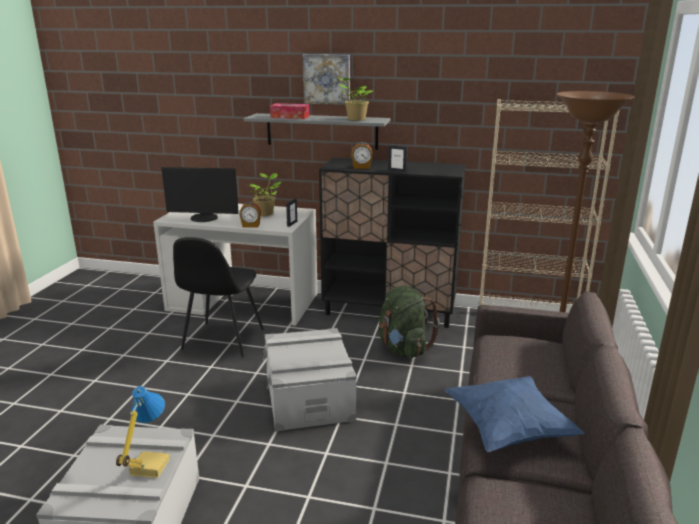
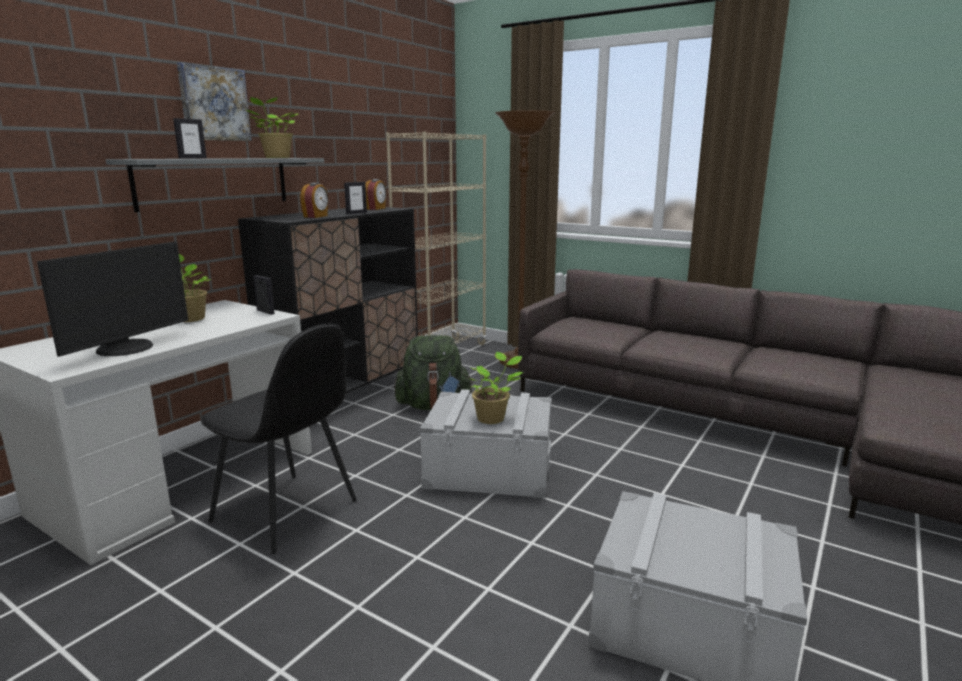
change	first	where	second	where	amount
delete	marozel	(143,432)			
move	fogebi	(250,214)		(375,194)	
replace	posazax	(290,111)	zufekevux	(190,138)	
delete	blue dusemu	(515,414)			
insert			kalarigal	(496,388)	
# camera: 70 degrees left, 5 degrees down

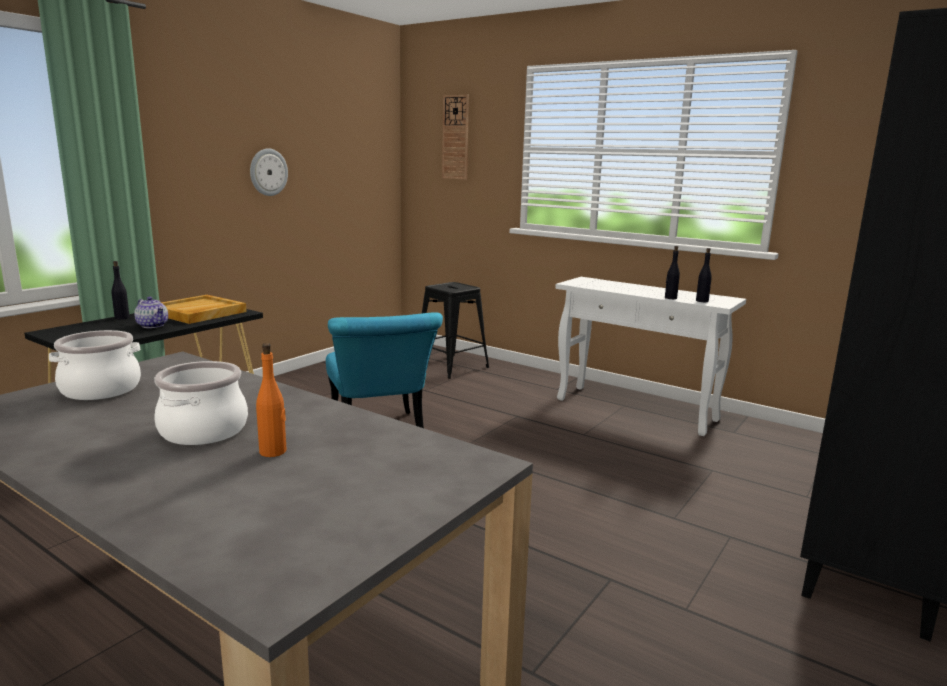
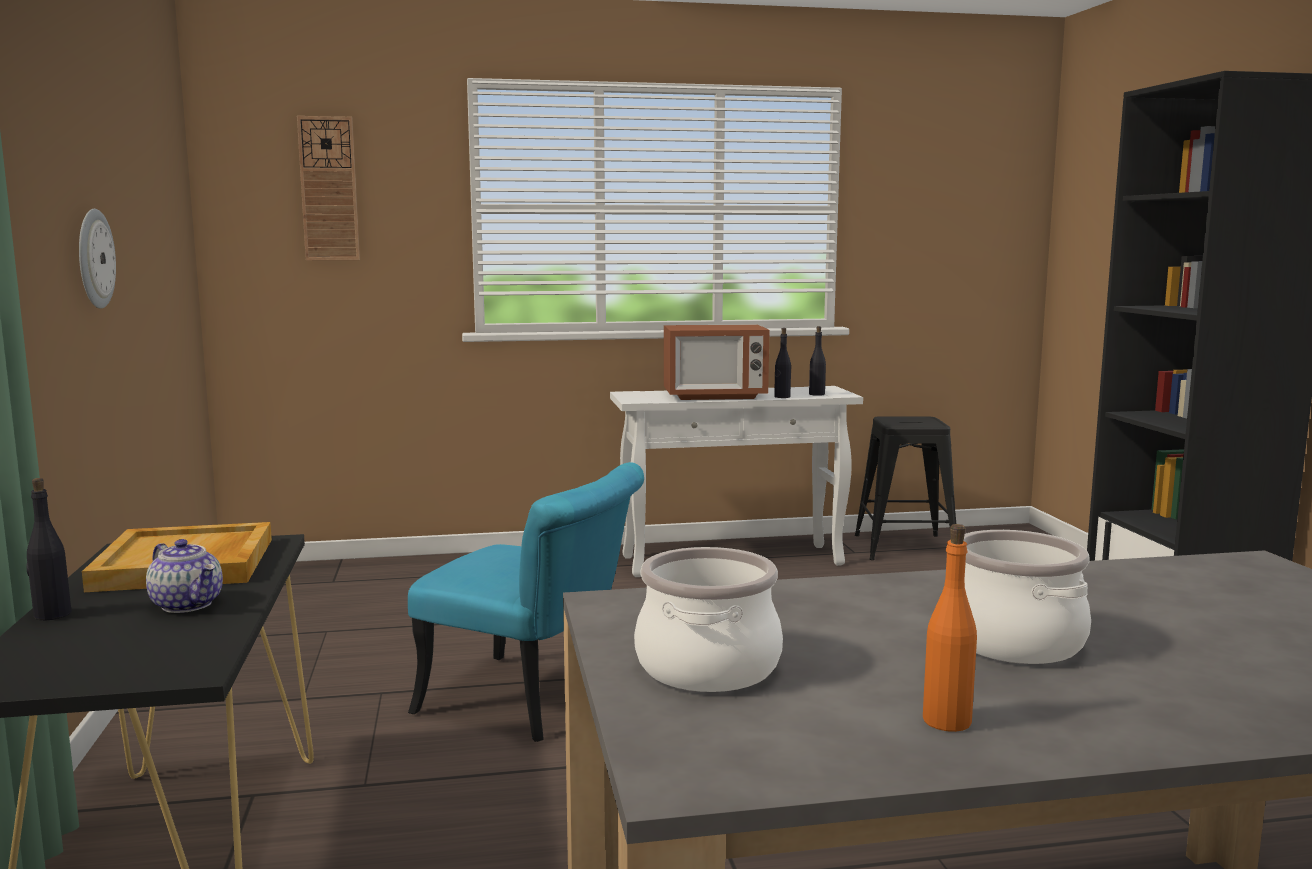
change	first	where	second	where	amount
rotate	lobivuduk	(151,312)		(184,576)	45 degrees clockwise
move	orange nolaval	(271,400)		(950,628)	
move	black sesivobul	(455,330)		(905,488)	
insert			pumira	(717,362)	
# camera: 45 degrees left, 5 degrees down

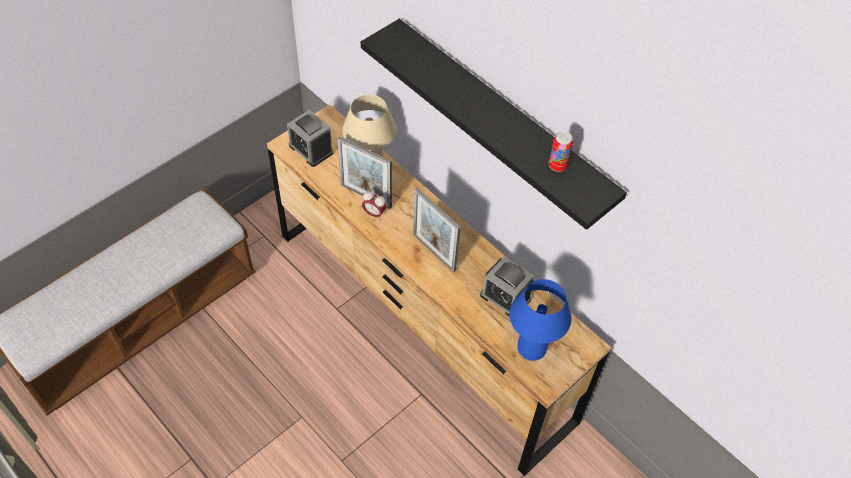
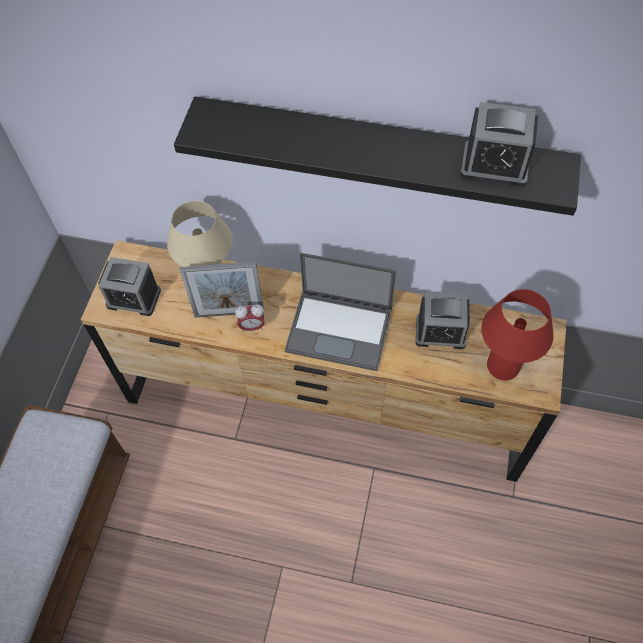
change	first	where	second	where	amount
replace	zufekevux	(437,230)	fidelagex	(340,312)	
recolor	blue marozel	(540,320)	red marozel	(517,334)	
replace	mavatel	(561,151)	fogebi	(499,144)	
# camera: 30 degrees left, 5 degrees up

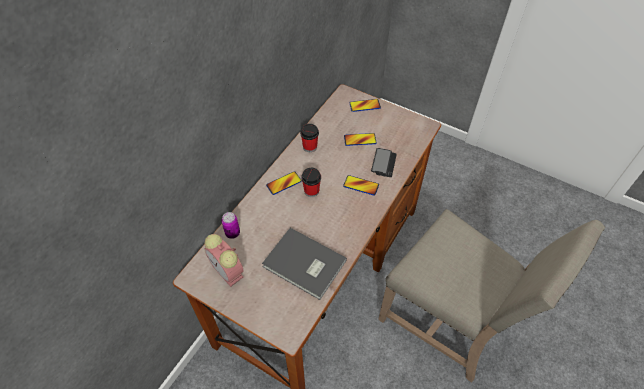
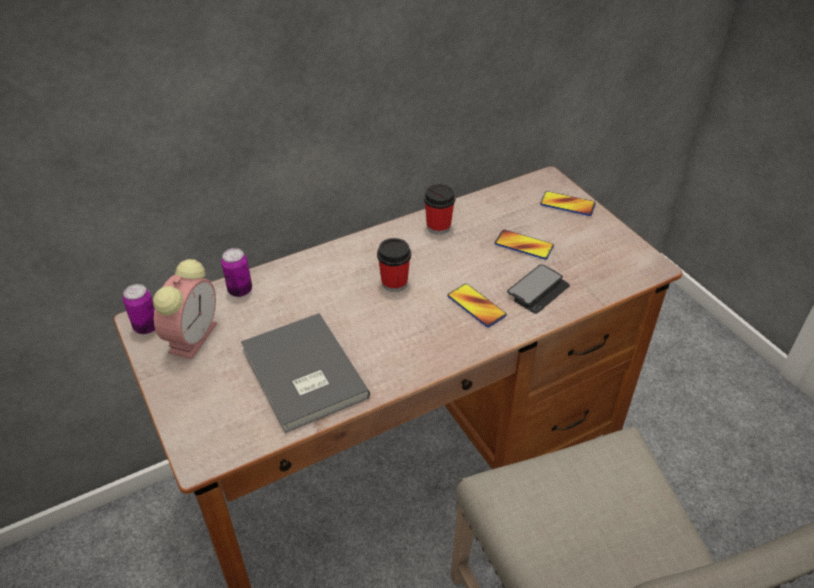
change	first	where	second	where	amount
rotate	fogebi	(224,260)		(185,309)	150 degrees counterclockwise
delete	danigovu	(284,183)			
insert			mavatel	(139,309)	
# camera: 30 degrees right, 10 degrees down

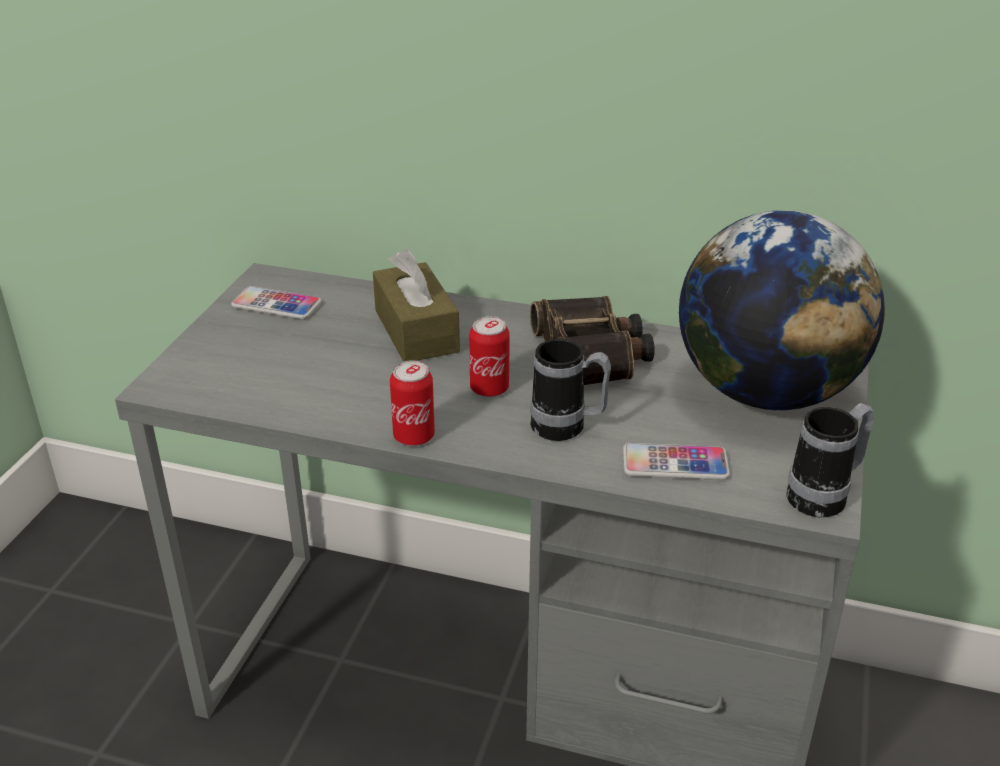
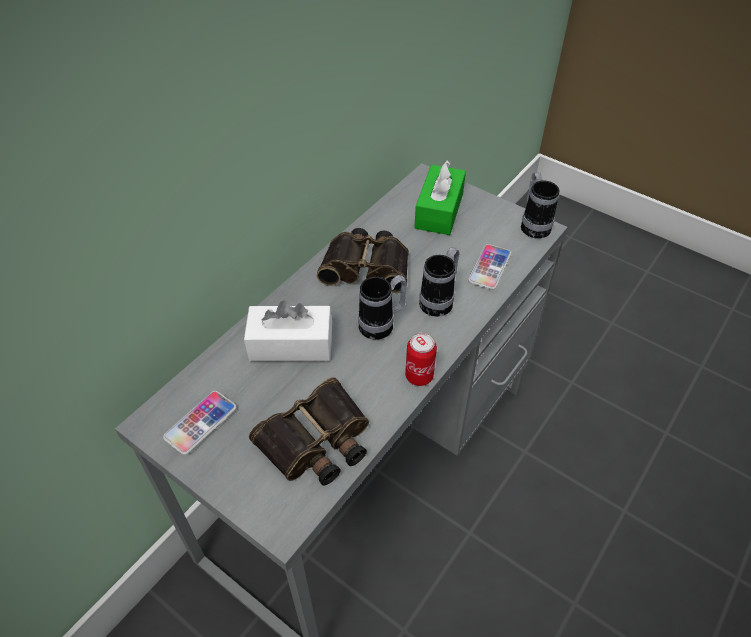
change	first	where	second	where	amount
recolor	brown posazax	(416,305)	white posazax	(288,331)	
replace	mavatel	(489,356)	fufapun	(382,307)	
replace	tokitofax	(782,310)	green posazax	(440,197)	
insert			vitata	(309,431)	
# camera: 70 degrees left, 15 degrees up

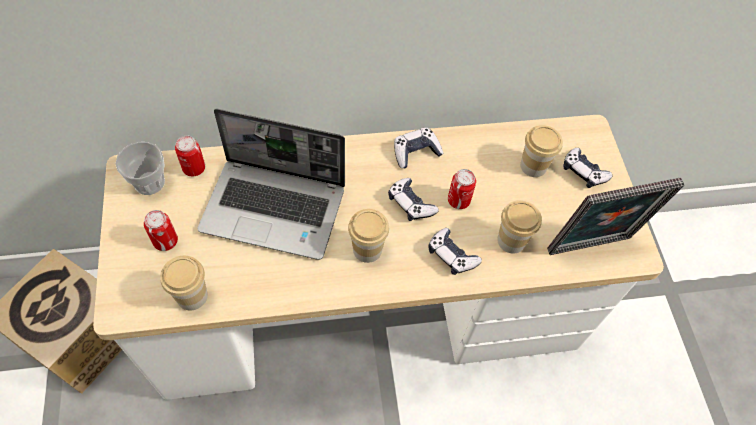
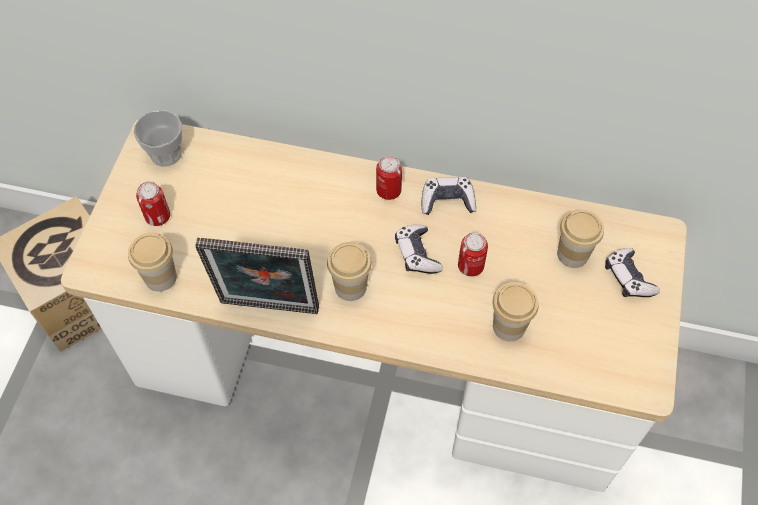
change	first	where	second	where	amount
move	mavatel	(190,155)		(389,177)	
delete	fidelagex	(271,184)			
delete	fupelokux	(455,251)			
move	zufekevux	(615,216)		(257,276)	
# camera: 25 degrees right, 0 degrees up

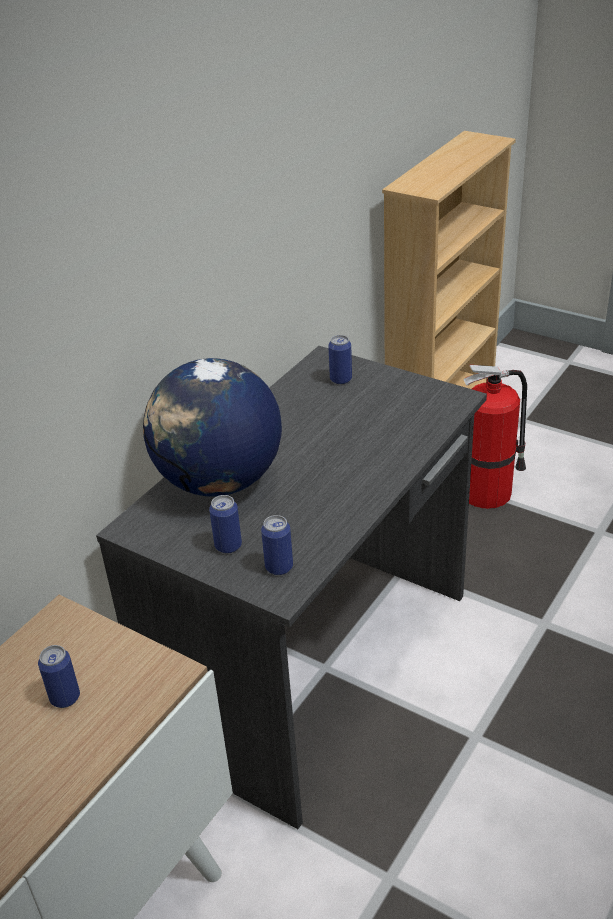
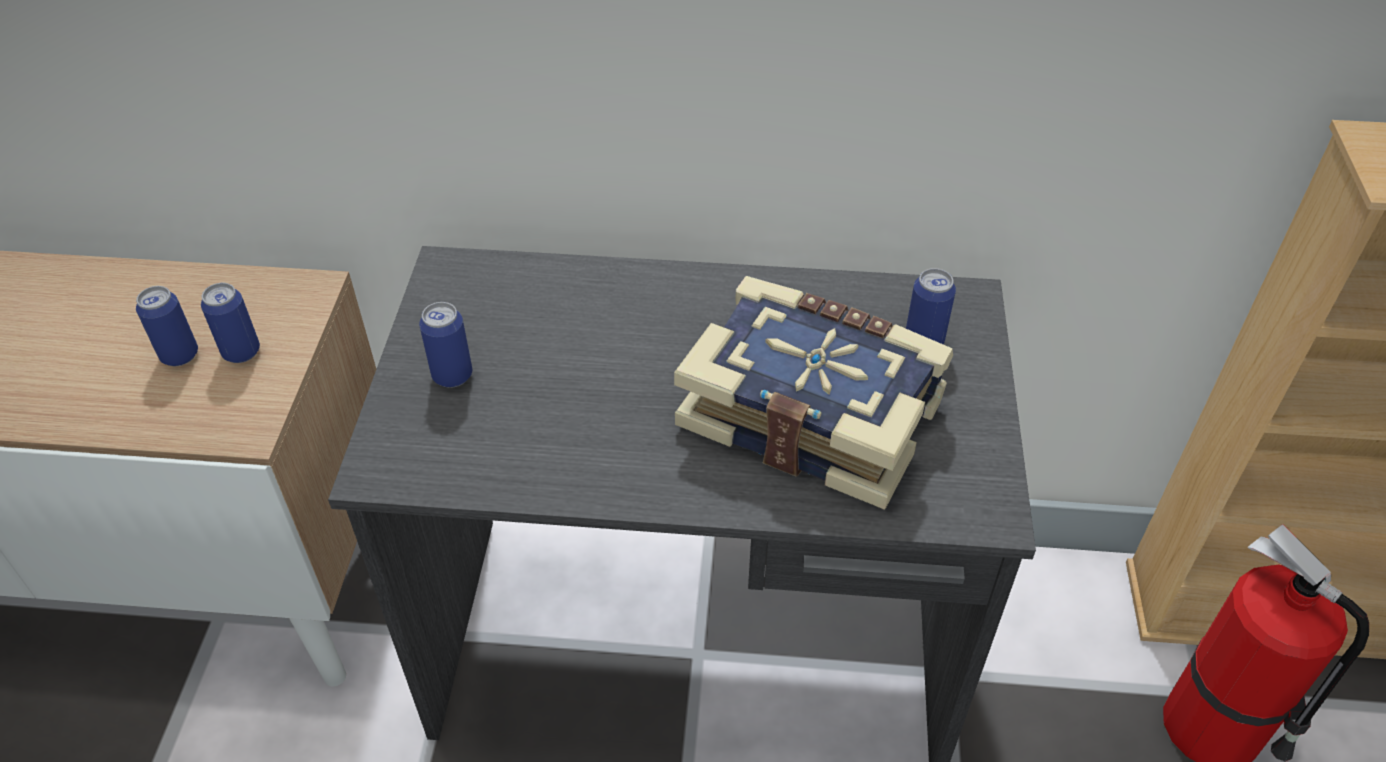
change	first	where	second	where	amount
delete	tokitofax	(212,427)			
move	mavatel	(277,545)		(230,323)	
insert			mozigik	(813,393)	
# camera: 60 degrees right, 10 degrees up

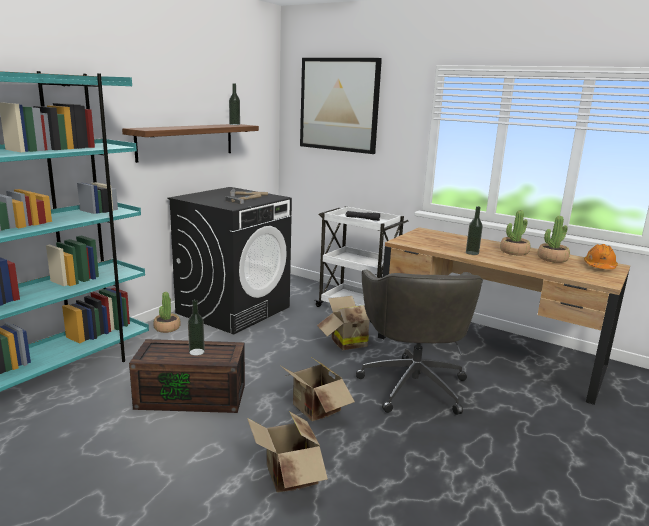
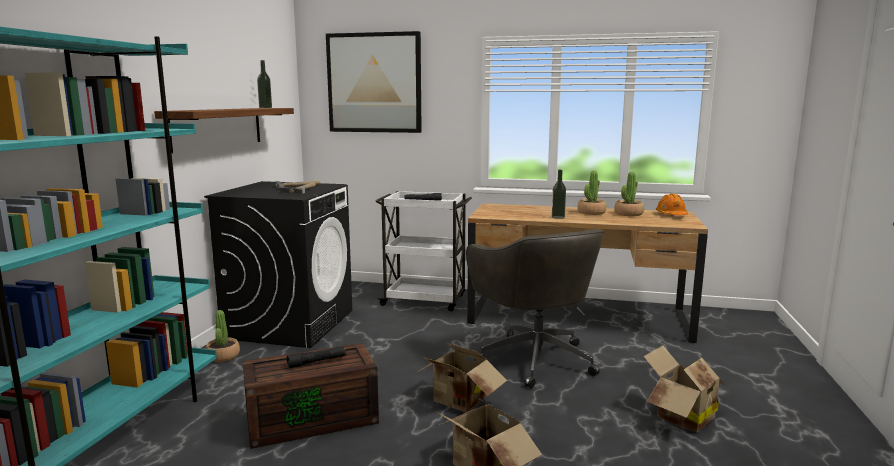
change	first	where	second	where	amount
replace	nolaval	(196,328)	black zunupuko	(316,357)	
move	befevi	(343,323)		(685,388)	
# camera: 20 degrees left, 5 degrees down

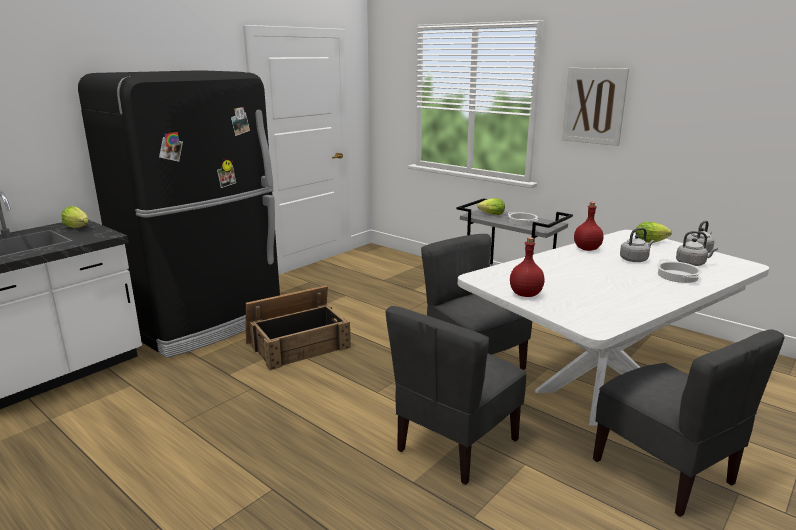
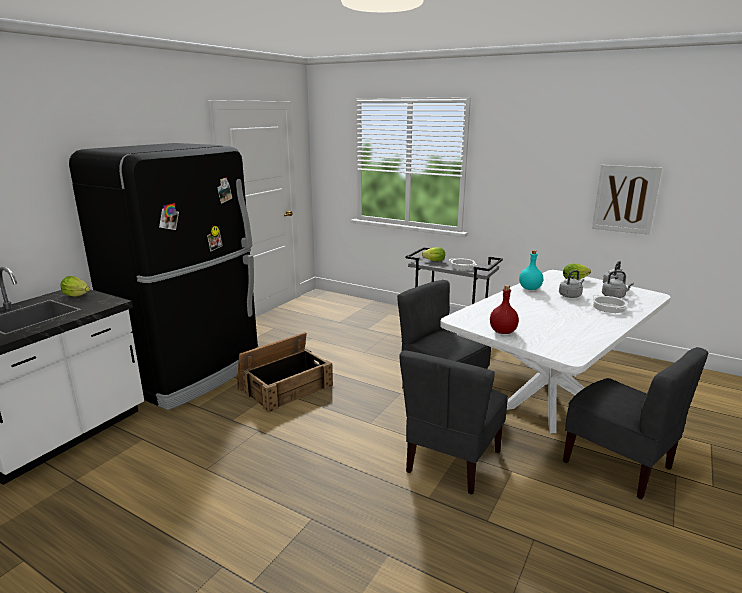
change	first	where	second	where	amount
move	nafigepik	(595,107)		(627,200)	
recolor	red nolaval	(589,226)	turquoise nolaval	(531,270)	
# camera: 10 degrees left, 0 degrees up

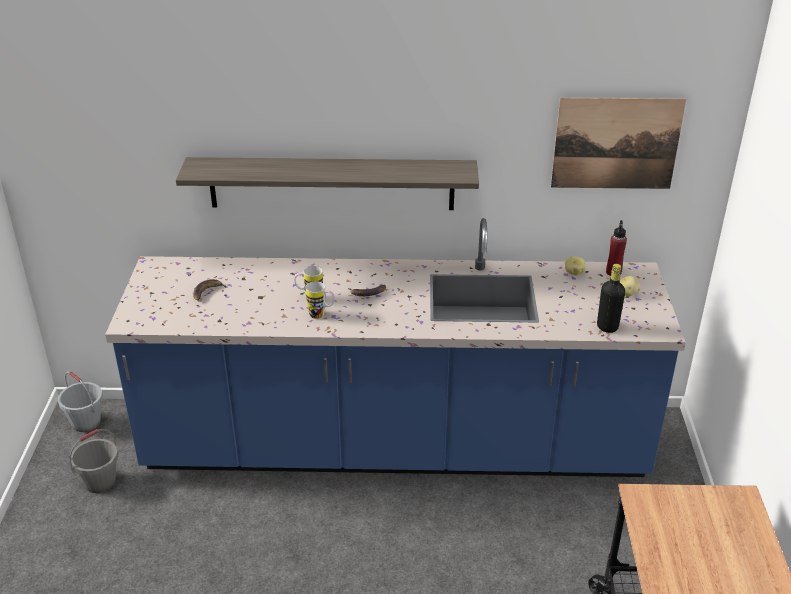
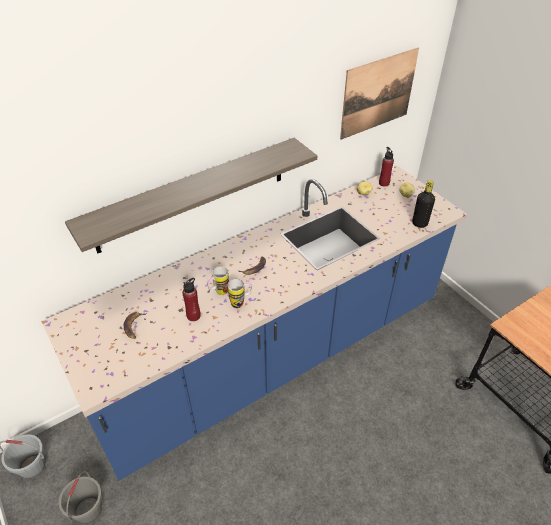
change	first	where	second	where	amount
insert			red nolaval	(191,299)	
# camera: 35 degrees left, 10 degrees up

